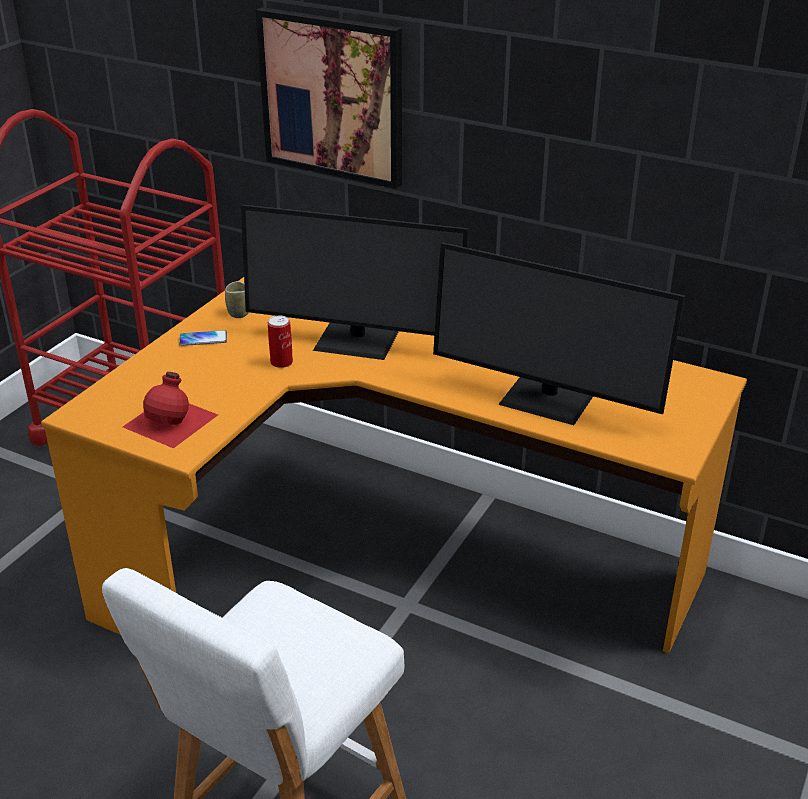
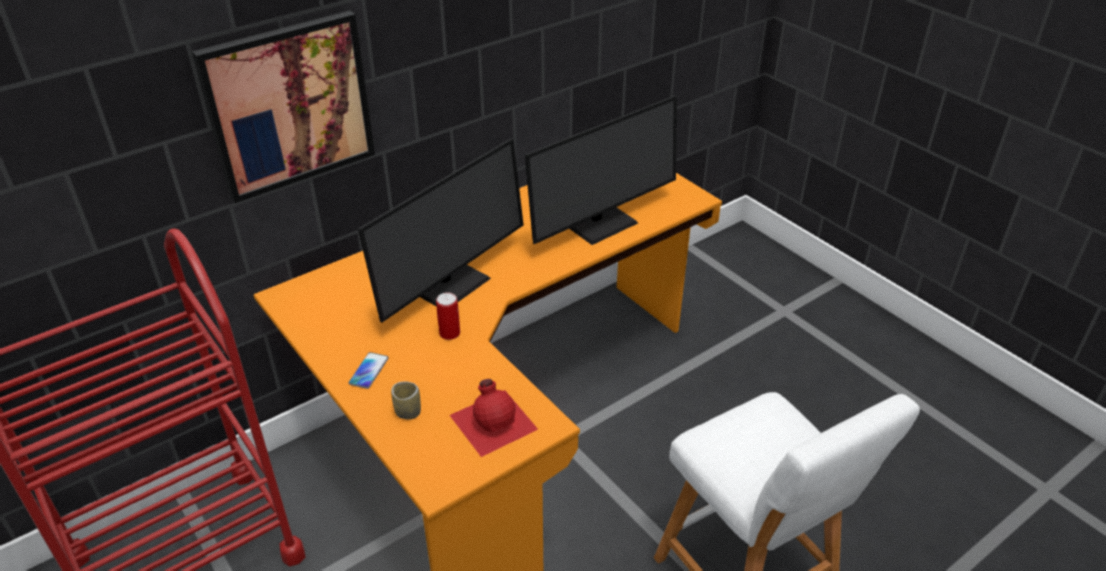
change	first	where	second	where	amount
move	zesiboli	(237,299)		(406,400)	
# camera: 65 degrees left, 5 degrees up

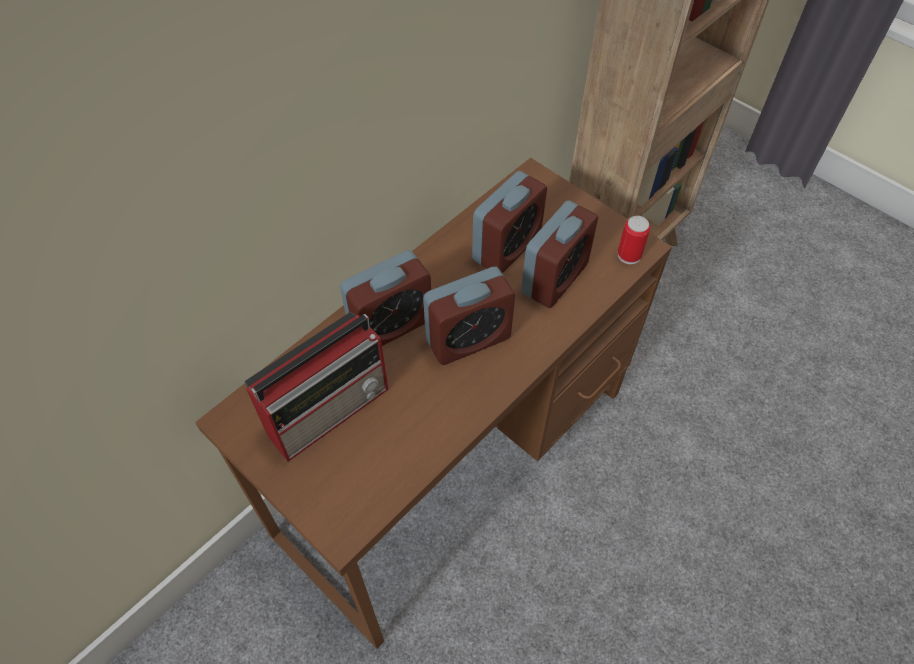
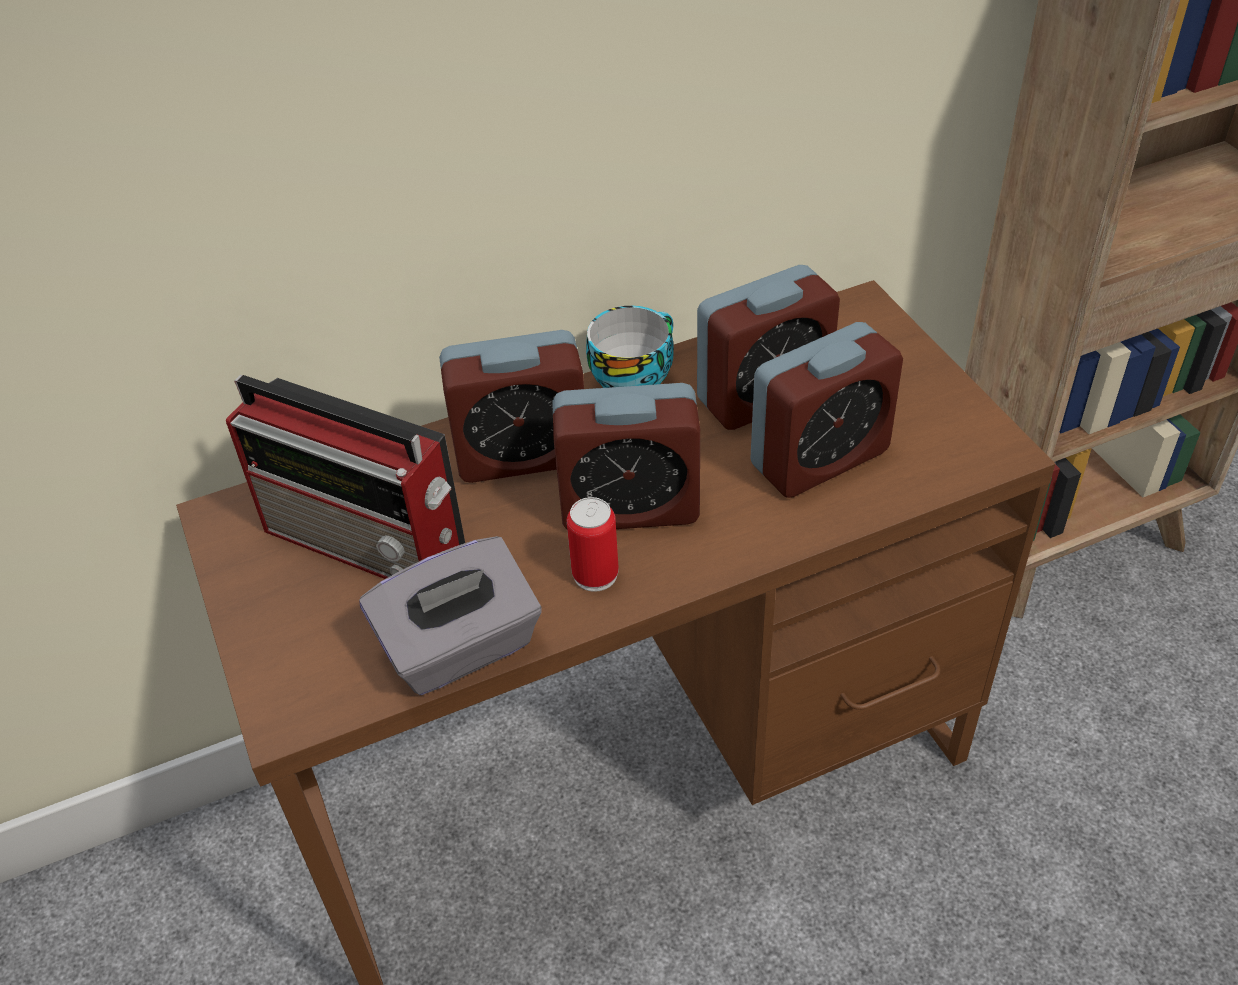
change	first	where	second	where	amount
rotate	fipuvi	(316,387)		(345,477)	45 degrees clockwise
move	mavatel	(634,240)		(593,544)	
insert			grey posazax	(450,615)	
insert			zesiboli	(630,347)	
# camera: 25 degrees right, 10 degrees down

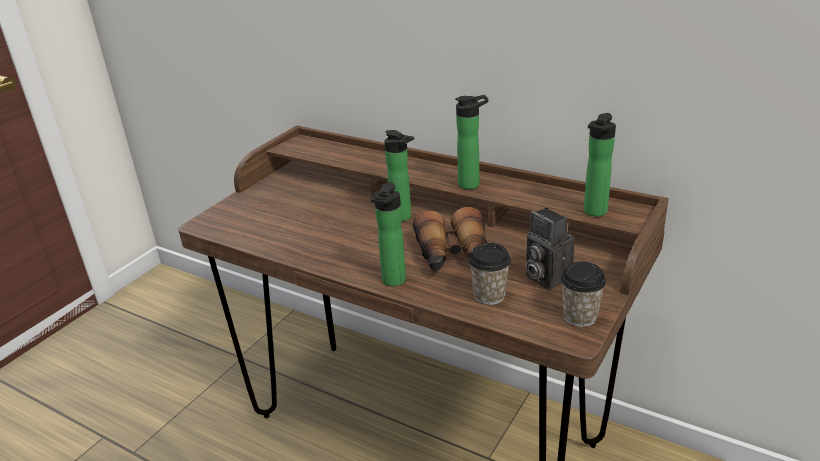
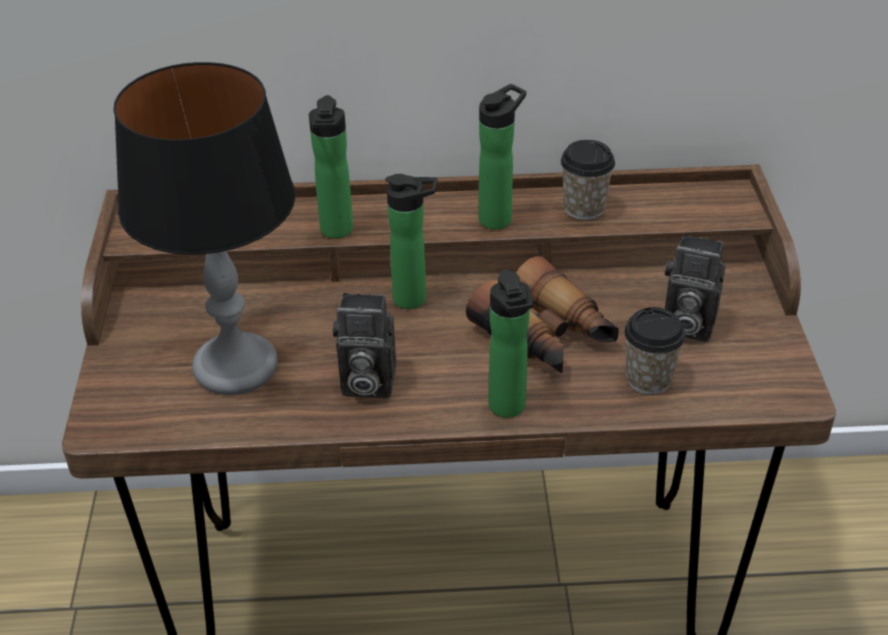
change	first	where	second	where	amount
move	zesiboli	(583,294)		(588,180)	
move	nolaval	(600,164)		(331,167)	
insert			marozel	(205,228)	
insert			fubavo	(364,345)	
# camera: 35 degrees left, 10 degrees up

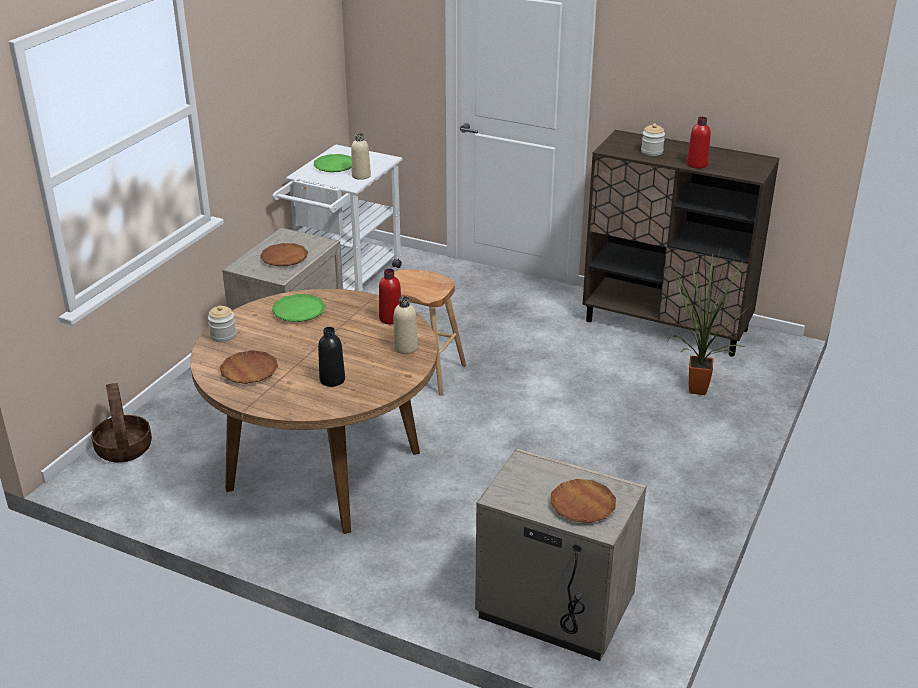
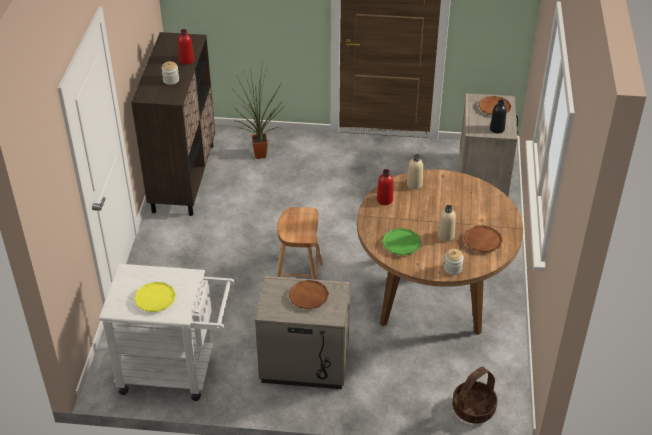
change	first	where	second	where	amount
recolor	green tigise	(333,163)	yellow tigise	(155,297)	
move	black nolaval	(331,357)		(498,116)	
move	beige nolaval	(361,156)		(447,223)	
# camera: 110 degrees left, 10 degrees up

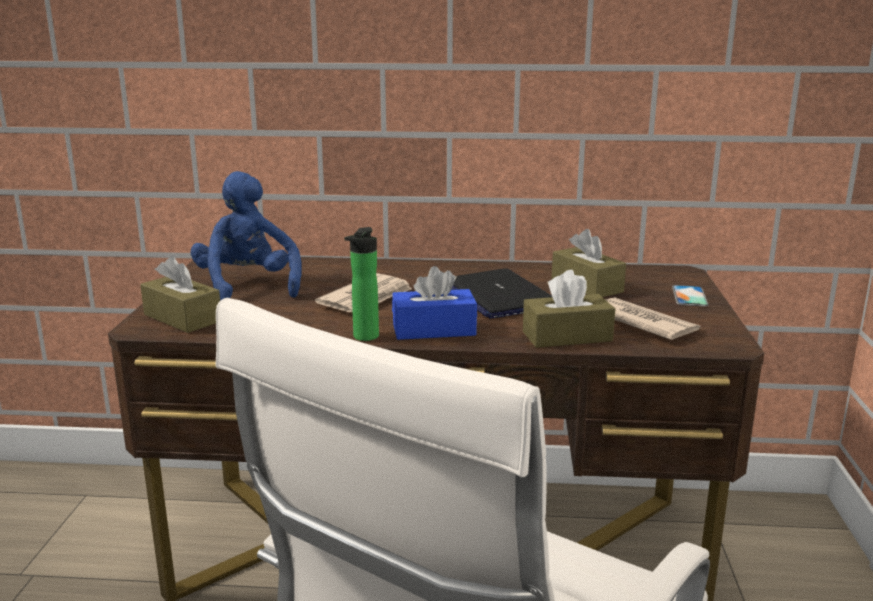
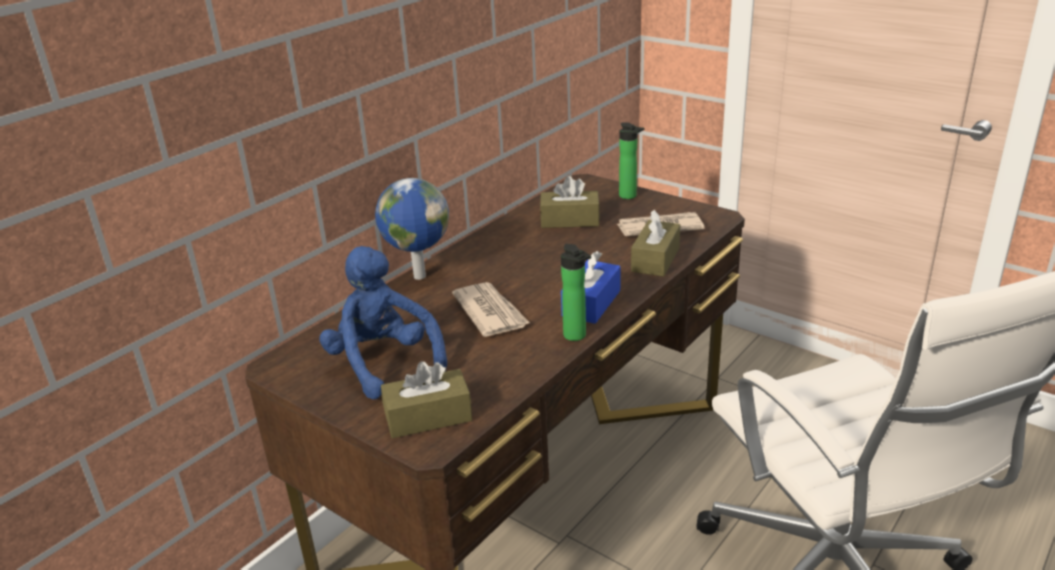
change	first	where	second	where	amount
rotate	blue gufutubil	(246,236)		(383,323)	45 degrees clockwise
delete	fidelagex	(501,293)			
replace	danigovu	(690,296)	nolaval	(632,160)	
insert			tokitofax	(412,229)	
# camera: 55 degrees left, 10 degrees up

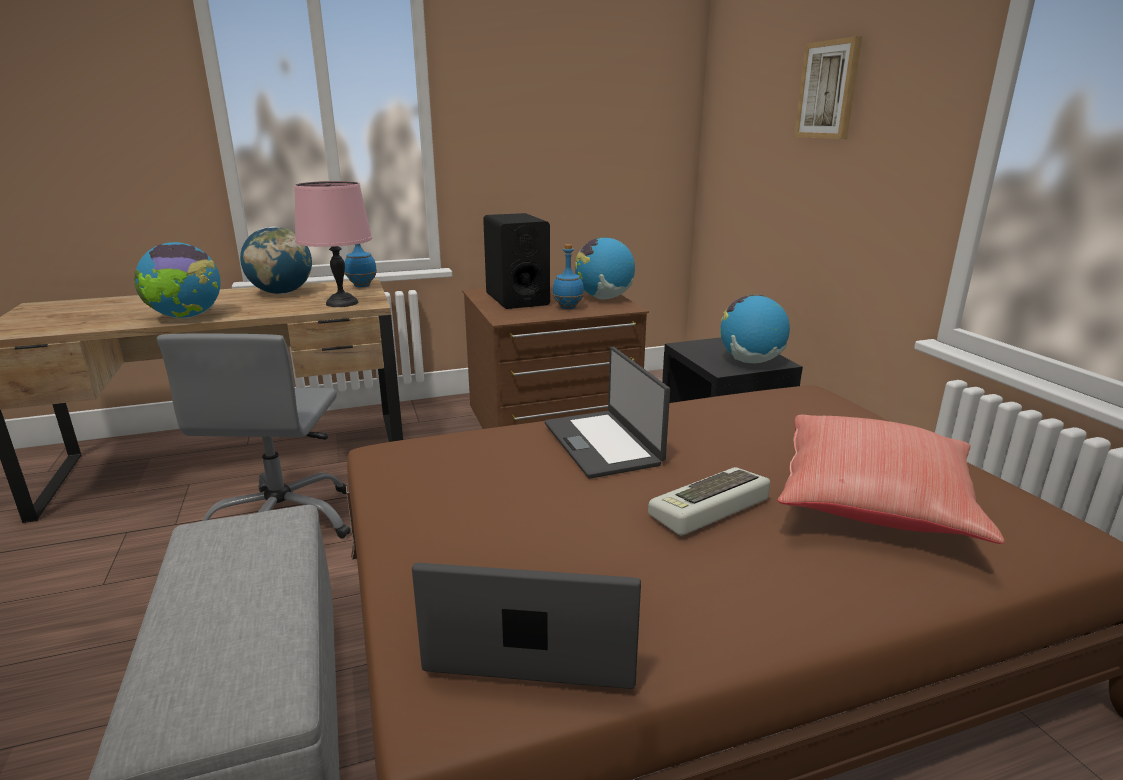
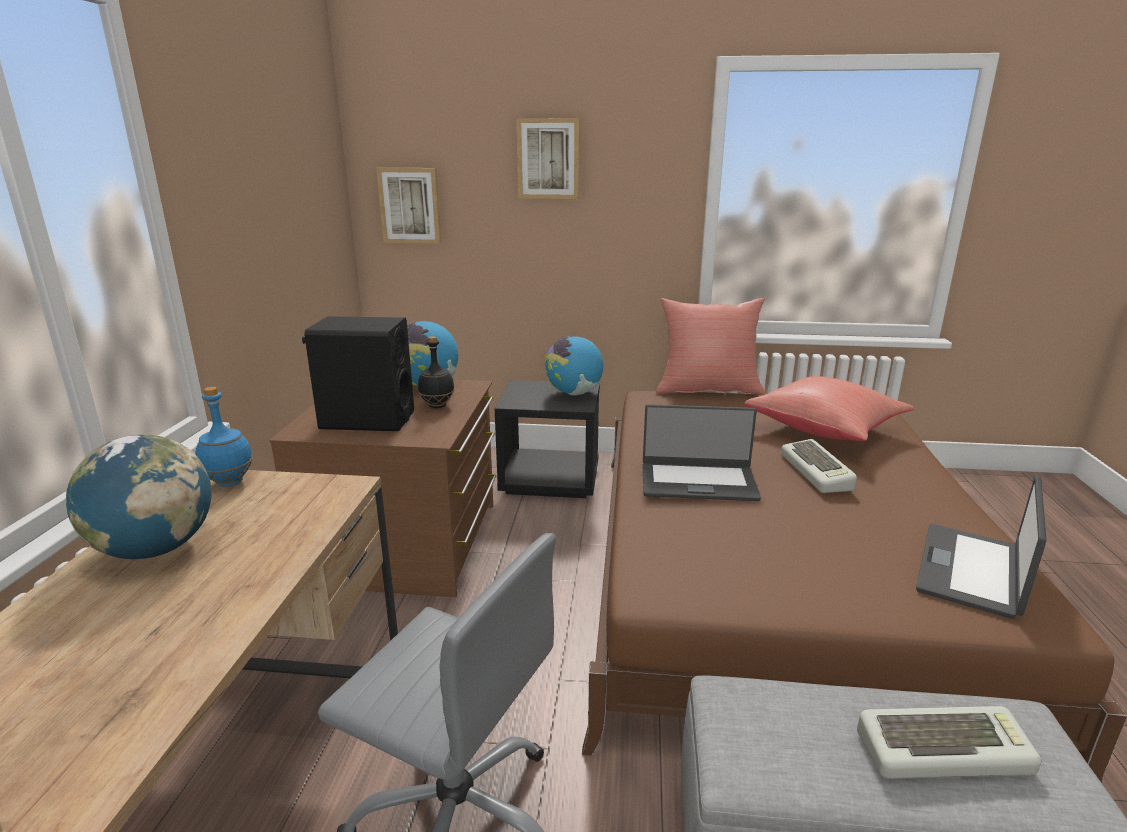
change	first	where	second	where	amount
delete	tokitofax	(177,280)			
delete	pink marozel	(333,244)			
recolor	blue nolaval	(568,276)	black nolaval	(436,372)	
insert			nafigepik	(408,206)	
insert			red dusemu	(710,346)	
insert			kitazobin	(949,742)	
# camera: 65 degrees left, 0 degrees up

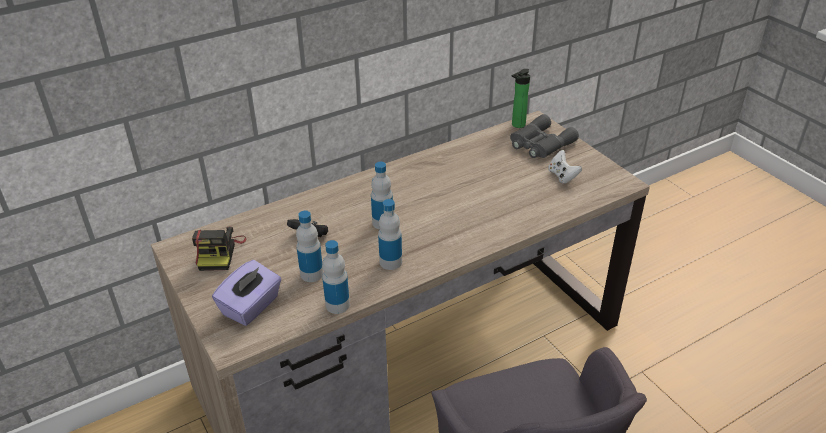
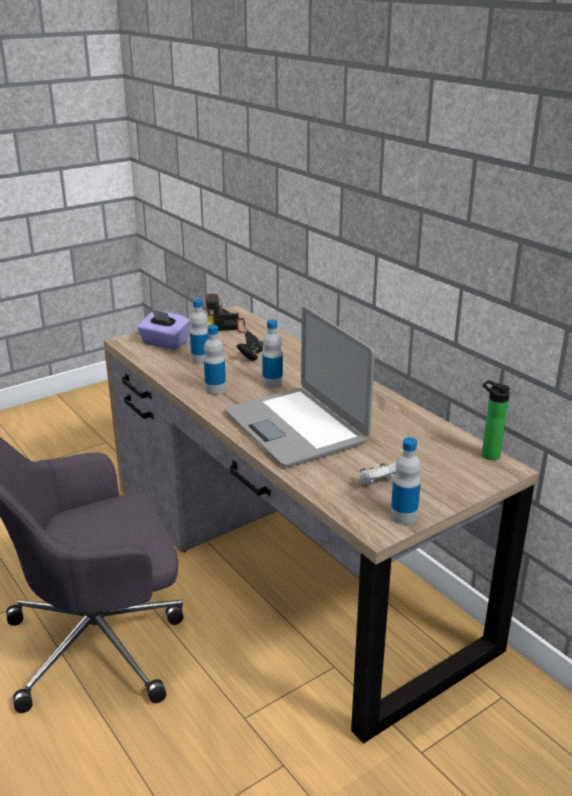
change	first	where	second	where	amount
move	nolaval	(336,277)		(405,481)	
delete	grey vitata	(544,136)			
insert			fidelagex	(300,386)	
# camera: 85 degrees right, 10 degrees down

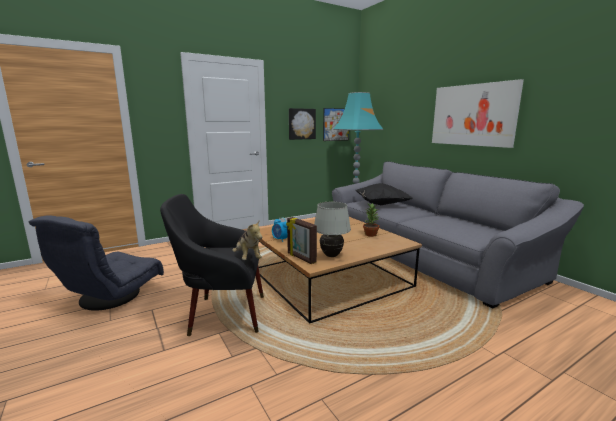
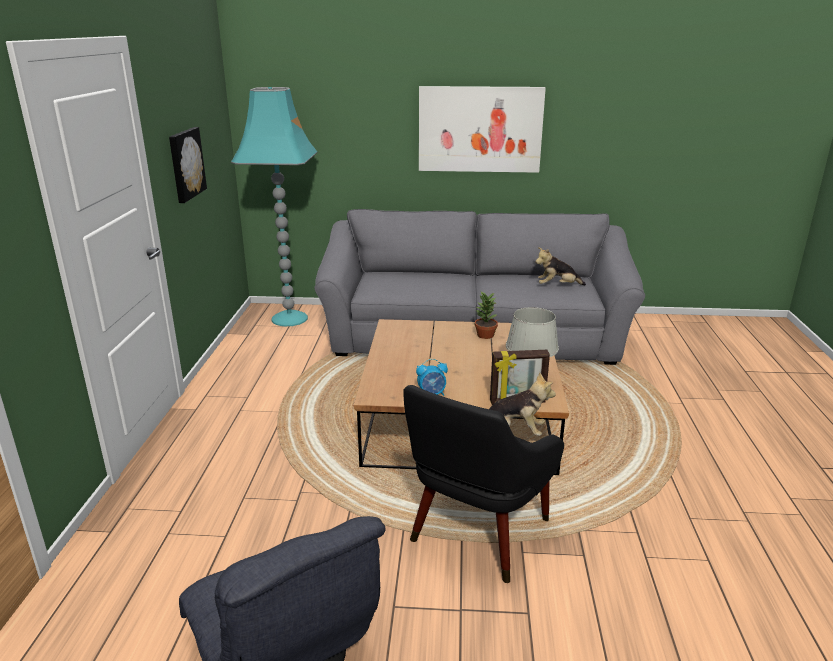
change	first	where	second	where	amount
delete	nafigepik	(336,124)			
delete	black dusemu	(384,194)			
insert			gufutubil	(560,266)	
# camera: 55 degrees left, 10 degrees up

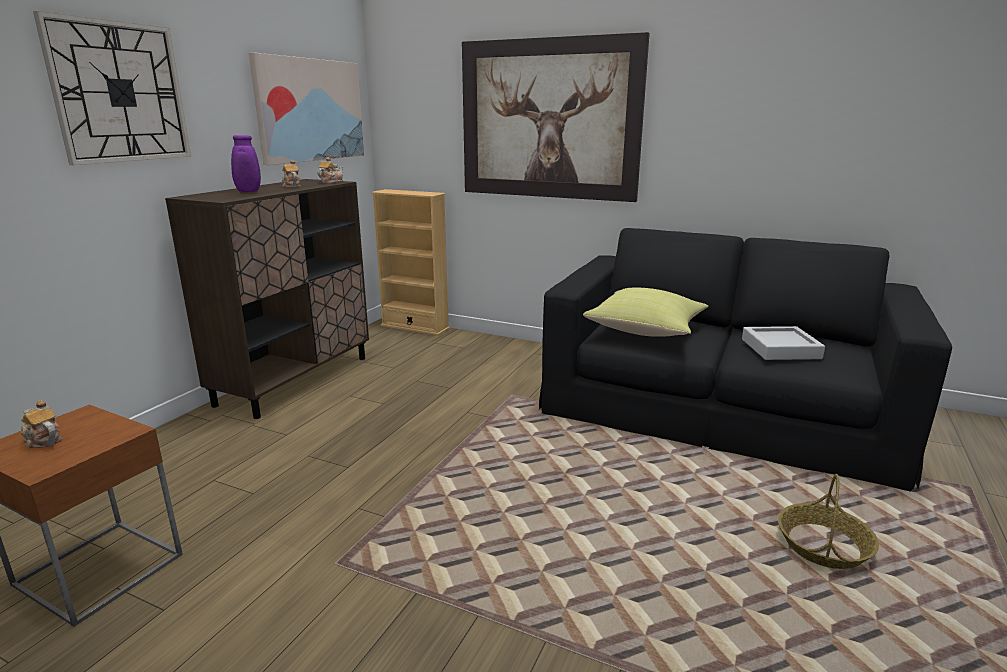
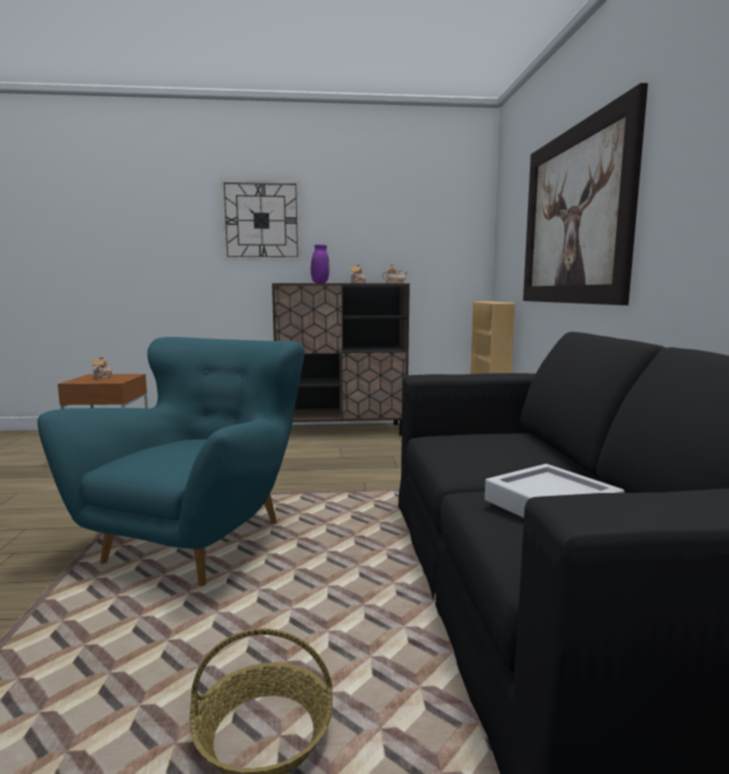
change	first	where	second	where	amount
delete	nafigepik	(306,108)			
delete	yellow dusemu	(646,312)			
insert			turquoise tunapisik	(171,461)	
# camera: 60 degrees right, 10 degrees down

